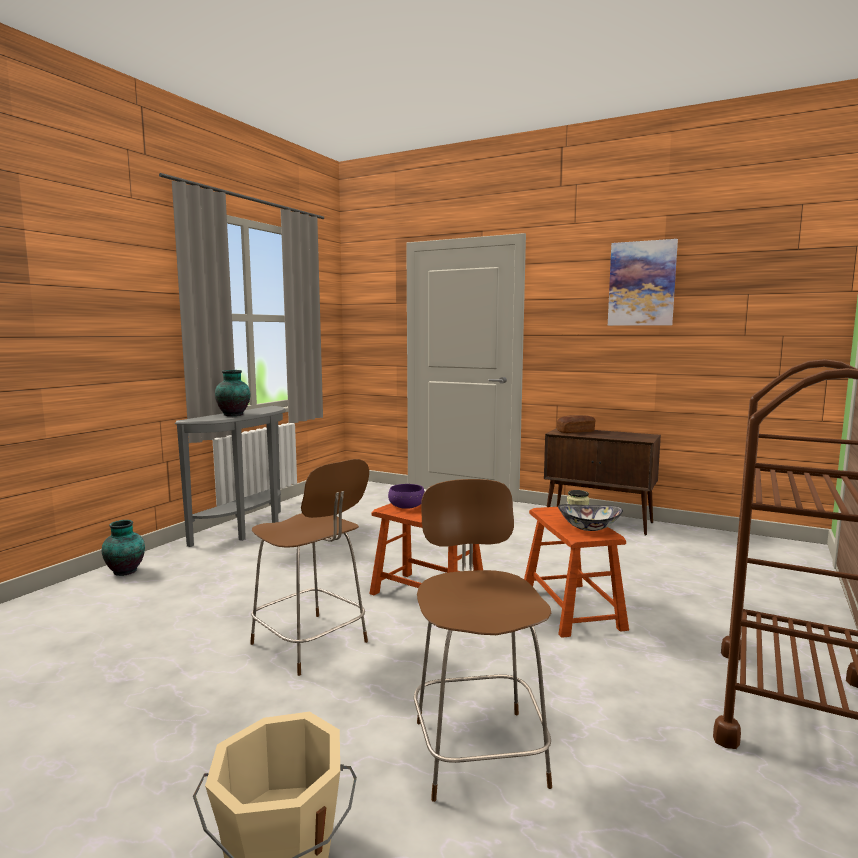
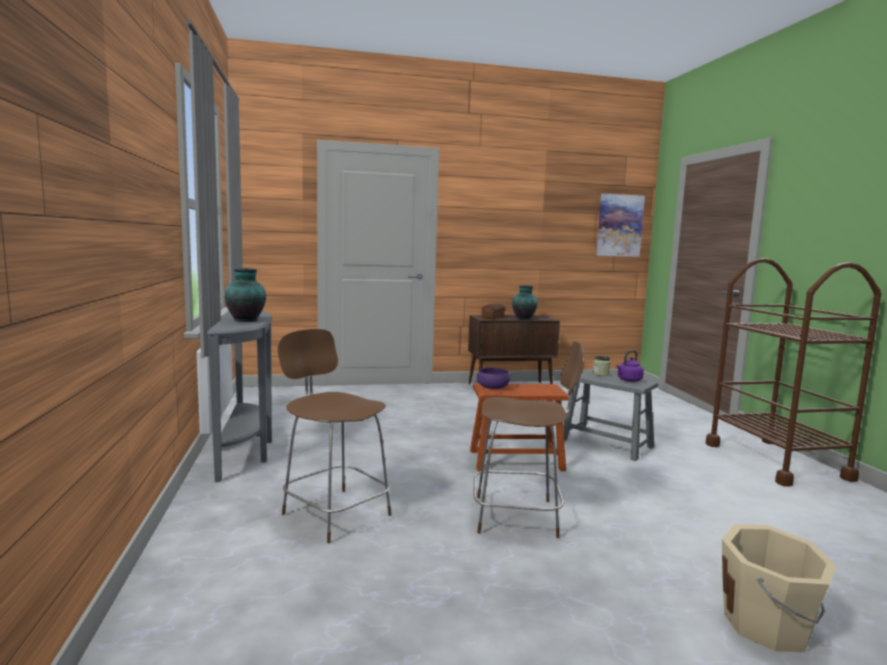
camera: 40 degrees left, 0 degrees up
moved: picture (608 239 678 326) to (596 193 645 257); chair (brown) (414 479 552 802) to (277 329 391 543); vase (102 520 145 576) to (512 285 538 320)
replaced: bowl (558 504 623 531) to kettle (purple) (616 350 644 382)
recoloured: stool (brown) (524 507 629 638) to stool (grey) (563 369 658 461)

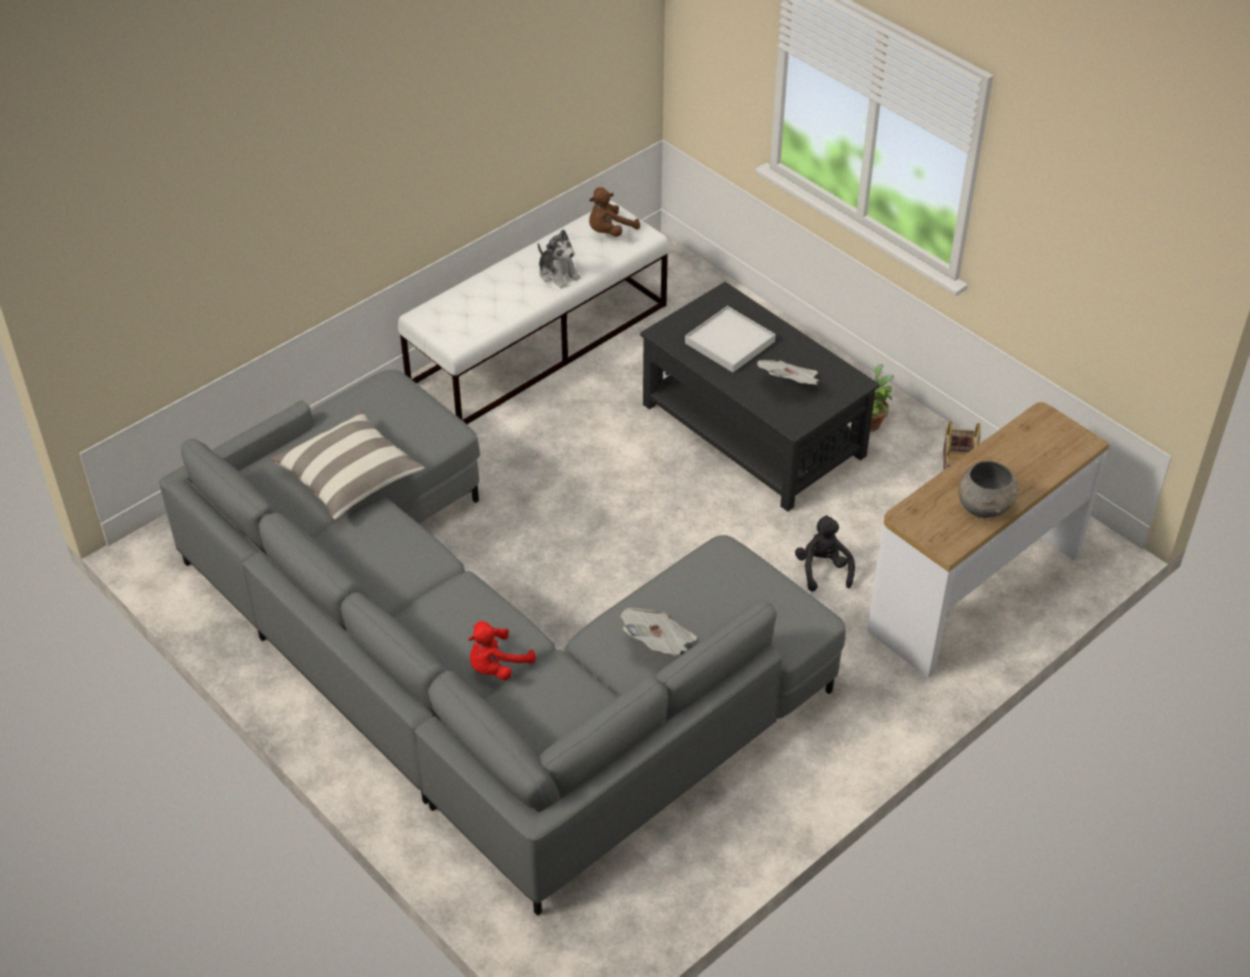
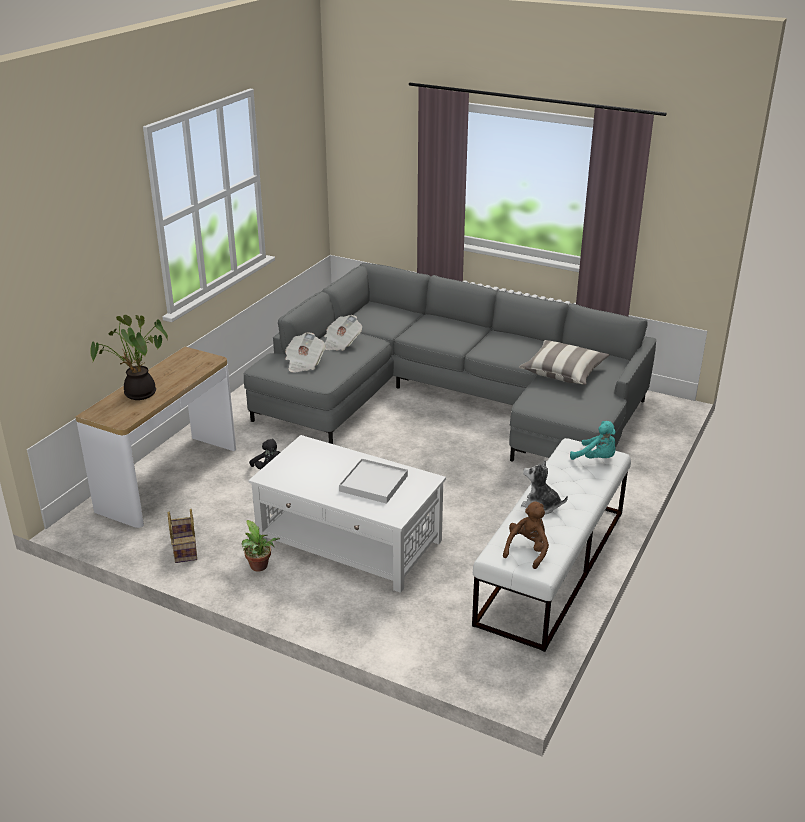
camera: 160 degrees right, 15 degrees down
removed: bowl (grey) (958 461 1018 518); plush toy (red) (468 621 536 680)
added: potted plant (90 315 168 400); plush toy (turquoise) (570 421 616 460)
moved: newspaper (757 360 819 385) to (285 332 325 372)
recoloured: coffee table (black) (640 282 880 512) to coffee table (white) (248 435 446 593)

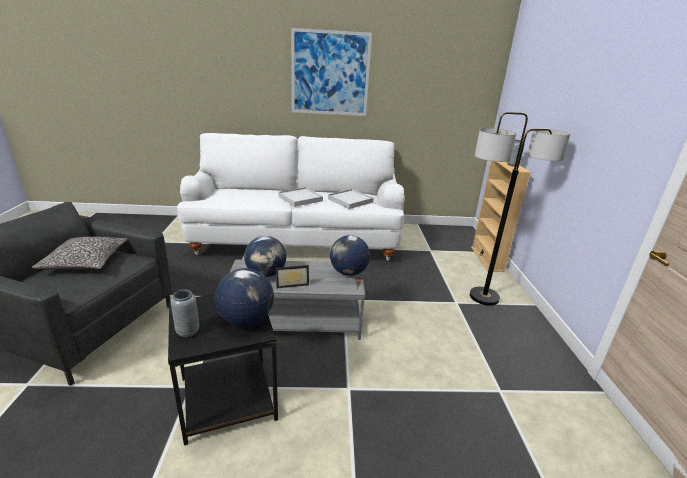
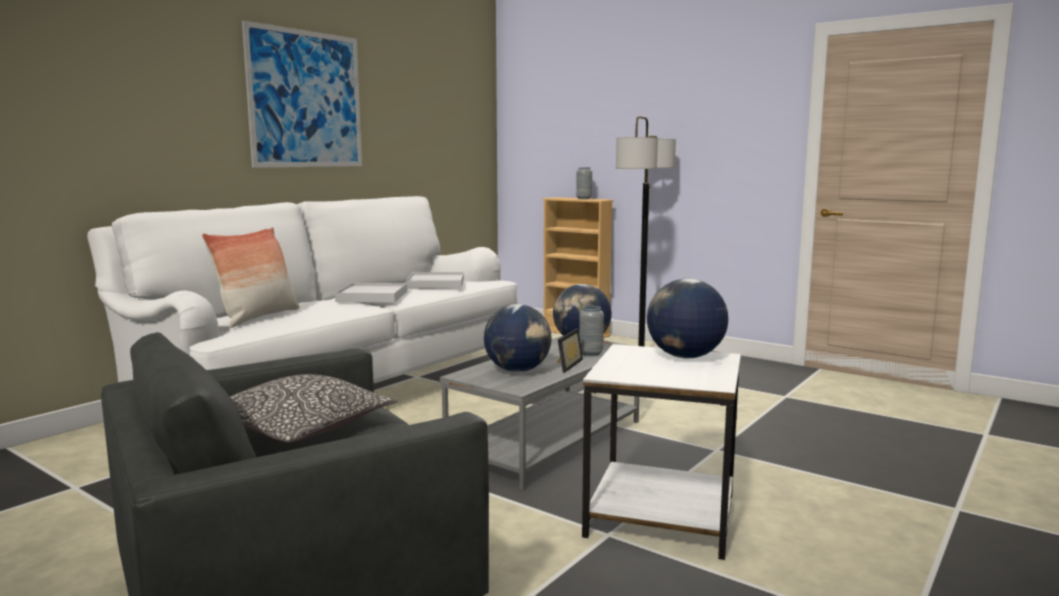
camera: 50 degrees left, 15 degrees down
added: pillow (202 227 299 328)
moved: vase (grey) (171 290 199 337) to (579 306 604 356)
recoloured: side table (black) (168 294 278 445) to side table (white) (582 344 741 560)

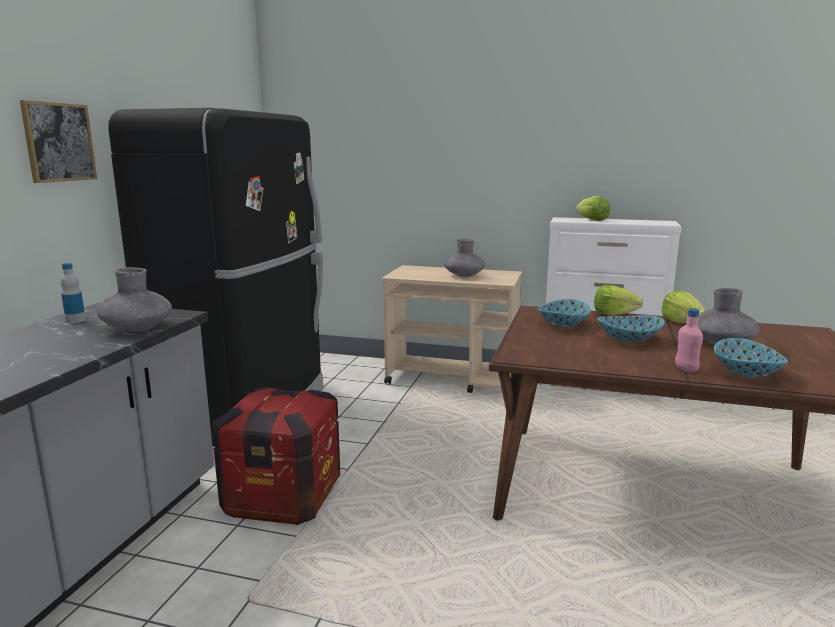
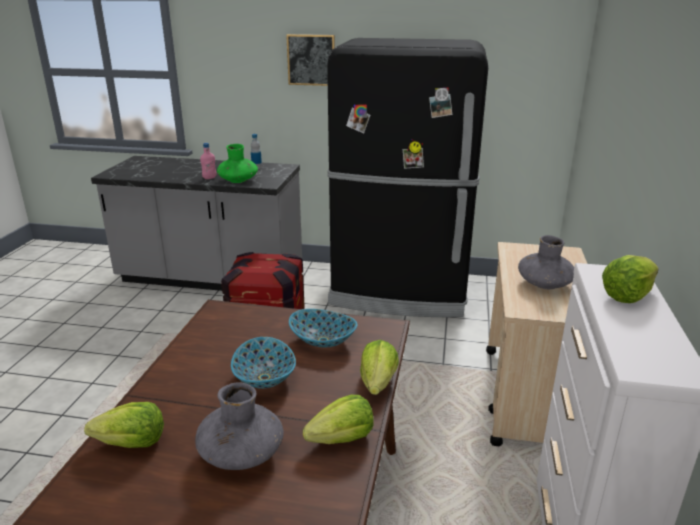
camera: 85 degrees right, 10 degrees up
moved: bottle (pink) (675 308 703 373) to (200 143 216 179)
replaced: bowl (714 338 788 378) to lettuce (84 402 164 448)
recoloured: vase (grey) (97 267 172 332) to vase (green) (217 144 258 183)

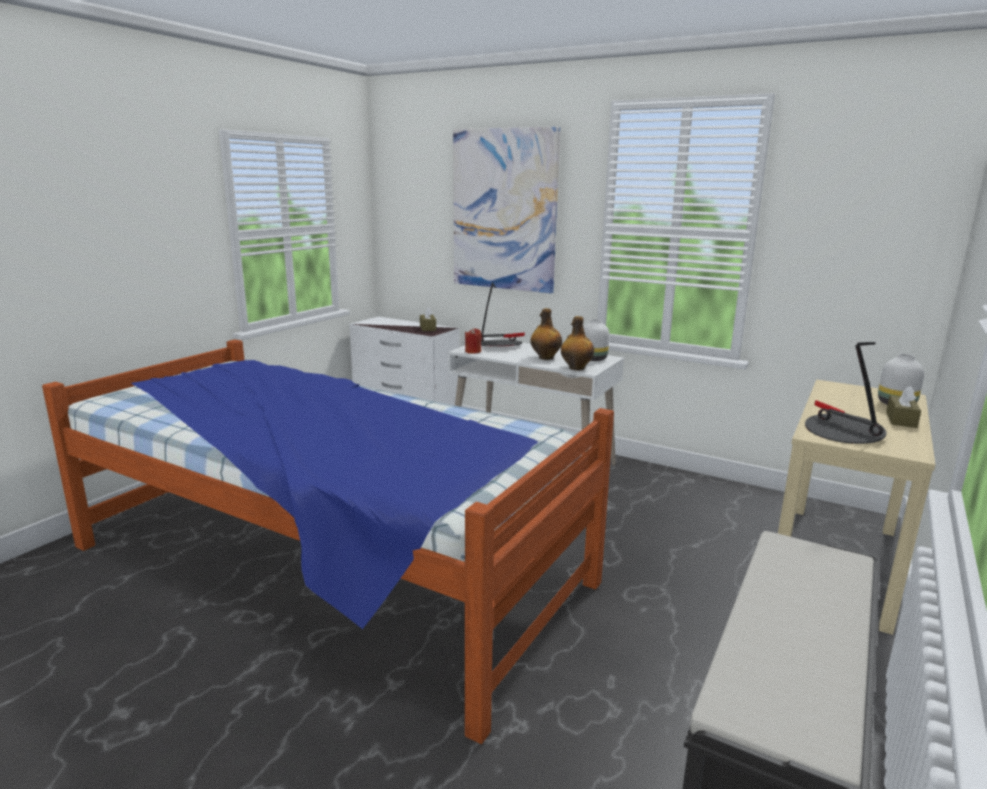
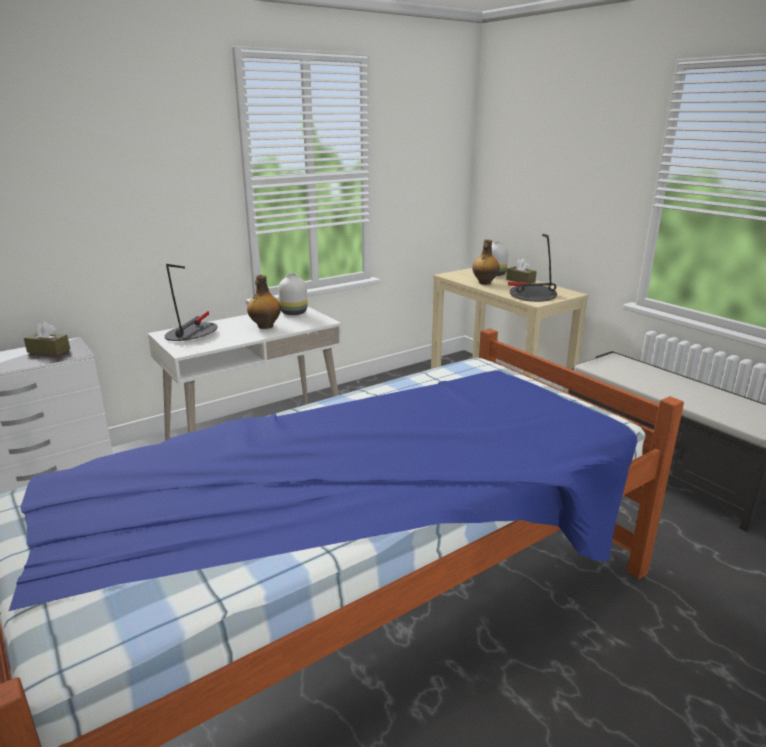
camera: 65 degrees left, 5 degrees up
removed: picture (453 127 560 293); candle (red) (465 328 482 354)
moved: bottle (561 316 594 370) to (472 239 500 285)

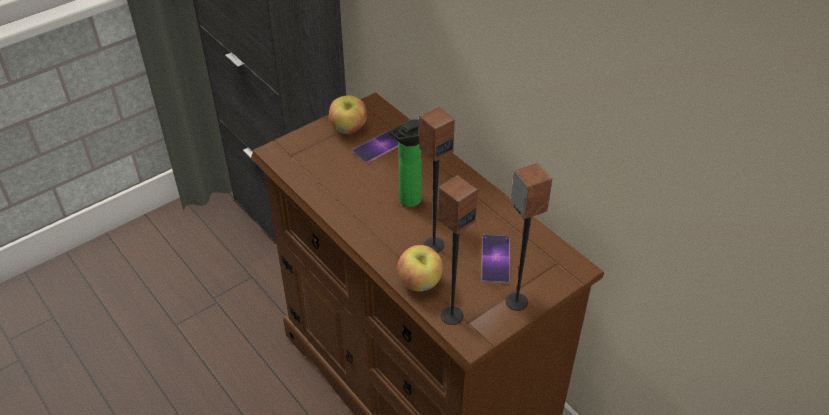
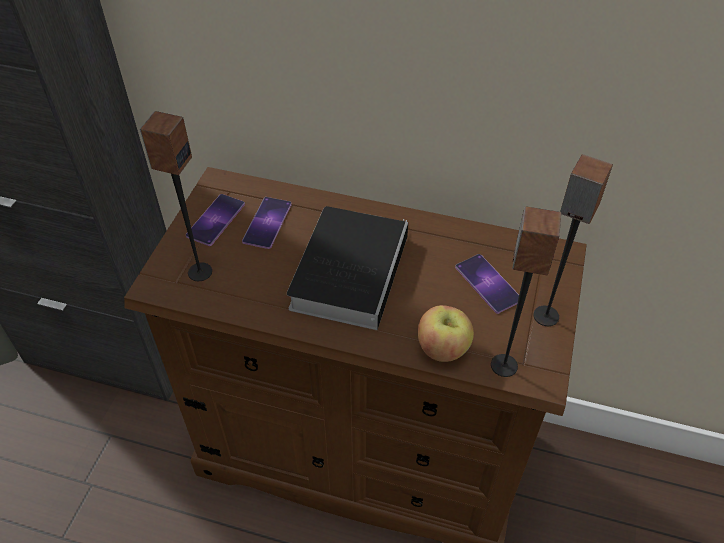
camera: 35 degrees left, 5 degrees up
moved: speaker (419 107 455 253) to (140 111 212 281)
replaced: apple (329 95 367 134) to phone (186 194 245 246); bottle (389 119 422 207) to book (287 206 408 330)

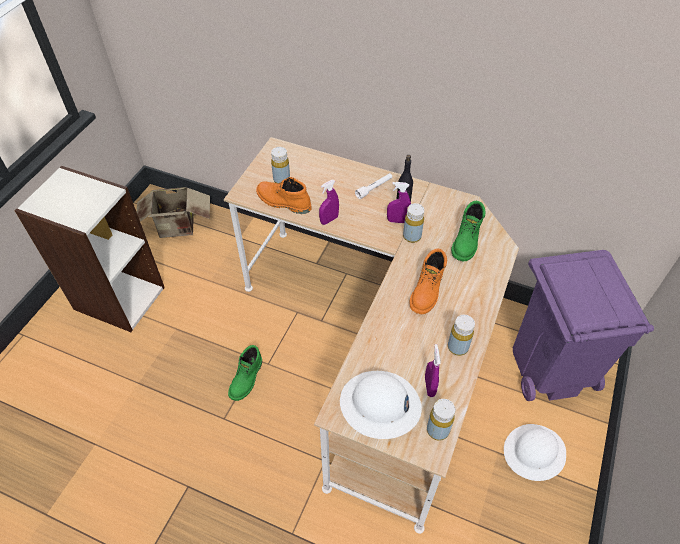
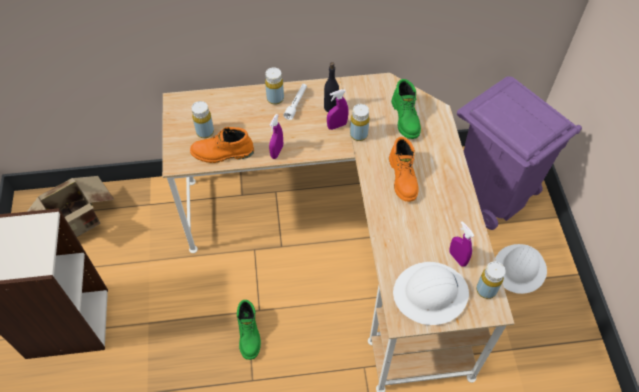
camera: 30 degrees left, 5 degrees up
moved: bottle (yellow) (448 315 475 356) to (265 67 284 105)

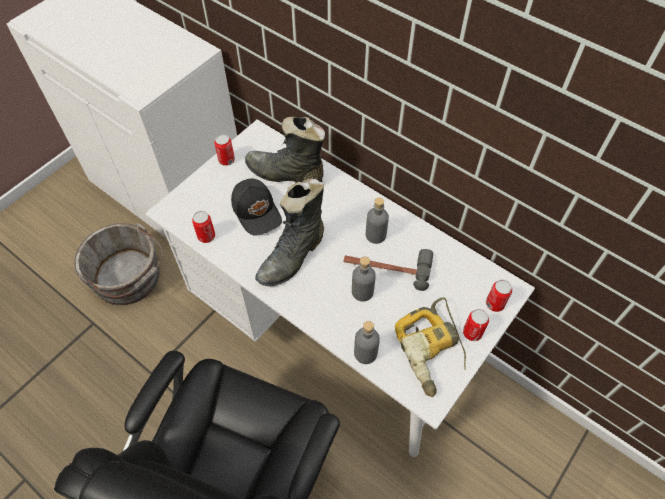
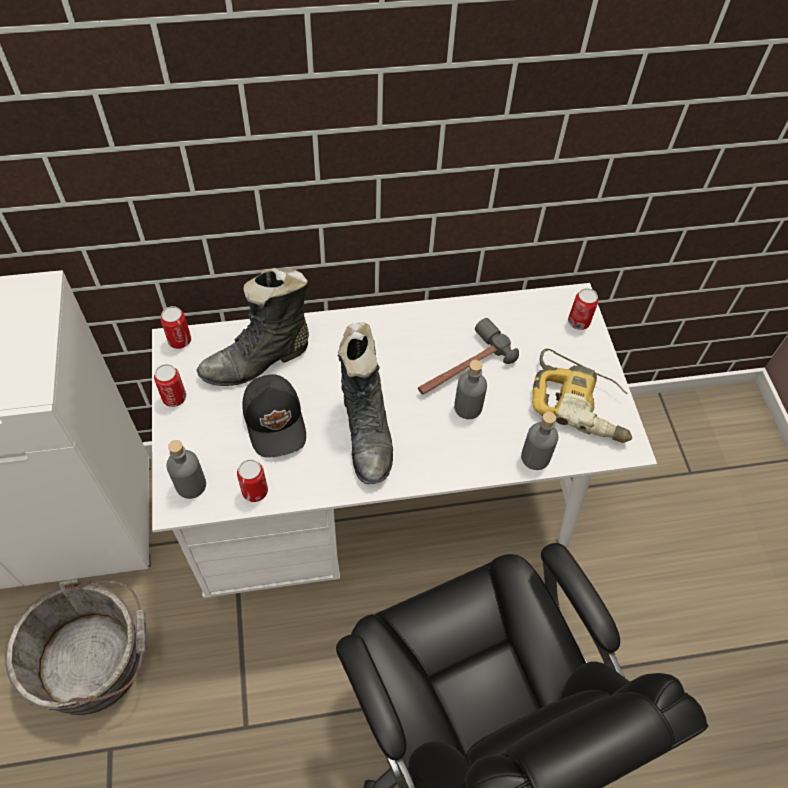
camera: 50 degrees left, 0 degrees up
moved: bottle (grey) (366 197 389 244) to (167 440 206 499); can (463 309 489 341) to (161 306 191 349)
turned: cap (black) (231 178 282 236) = (242 374 306 458) 60 degrees clockwise

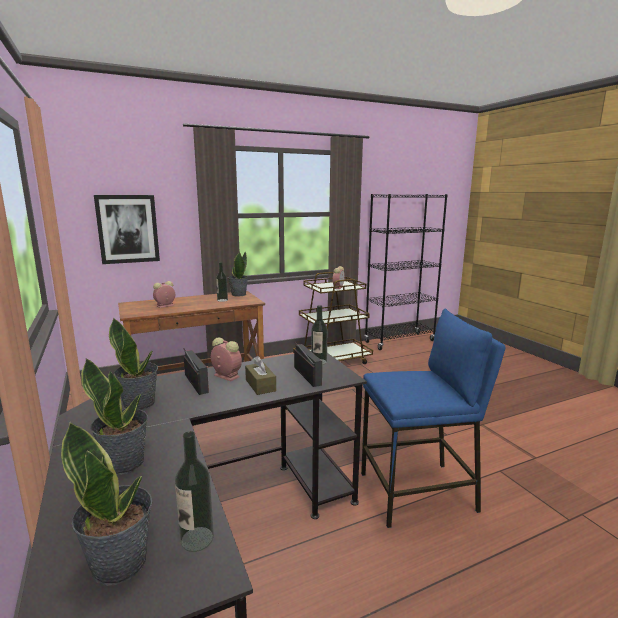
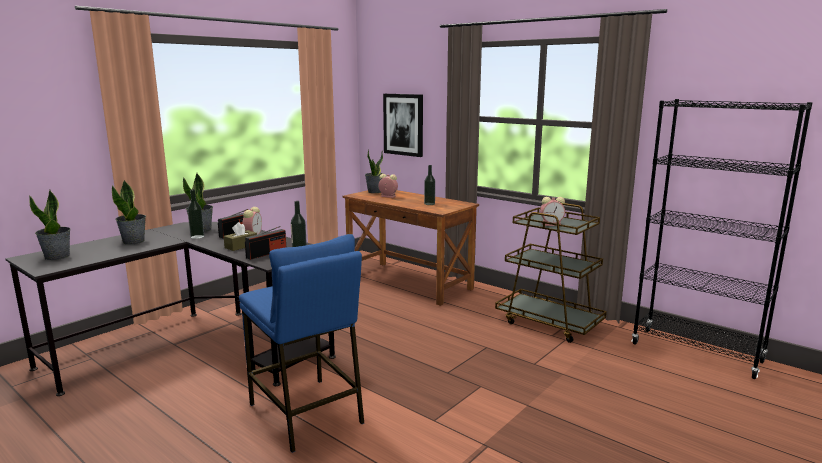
camera: 65 degrees right, 0 degrees up
moved: potted plant (228 251 248 296) to (365 149 383 193); bottle (175 431 214 552) to (188 189 204 239)

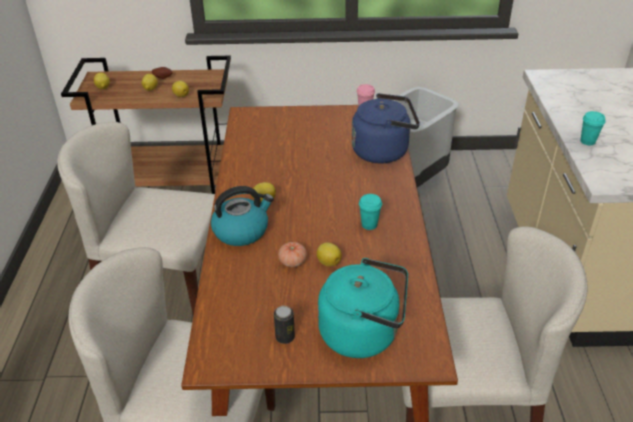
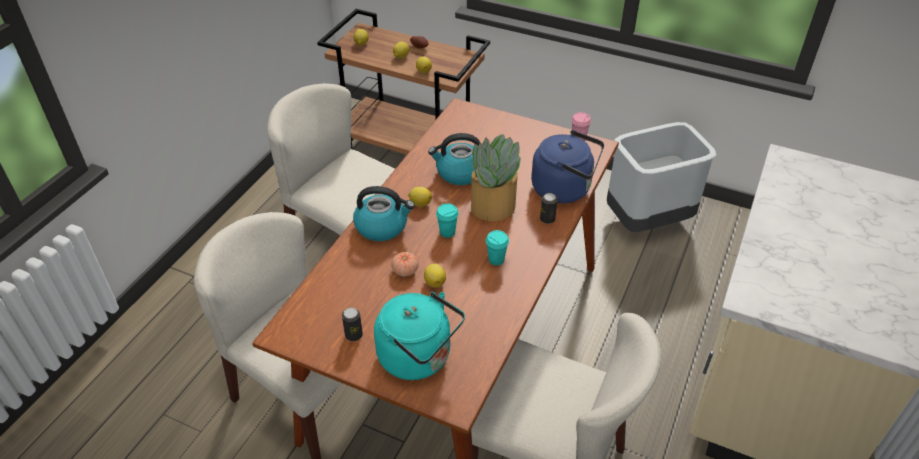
camera: 25 degrees right, 5 degrees up
added: kettle (428 133 480 185); potted plant (465 134 521 221); can (540 193 558 224)
moved: cup (turquoise) (580 111 606 145) to (436 203 459 238)

